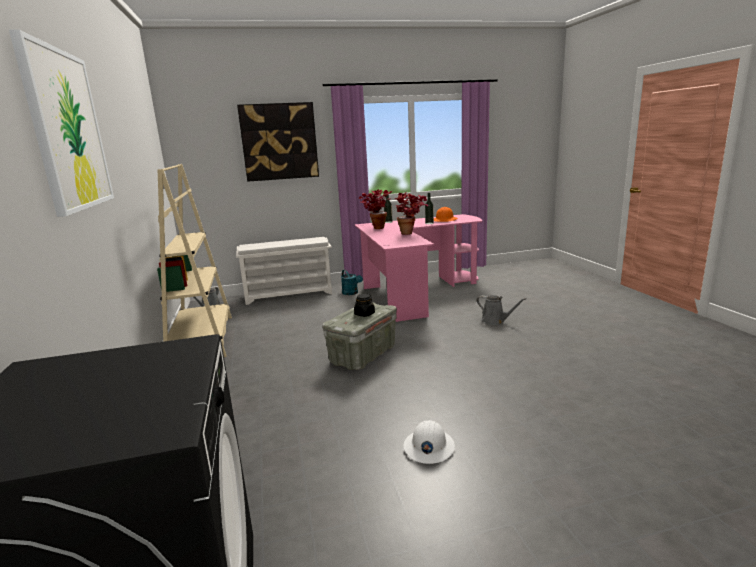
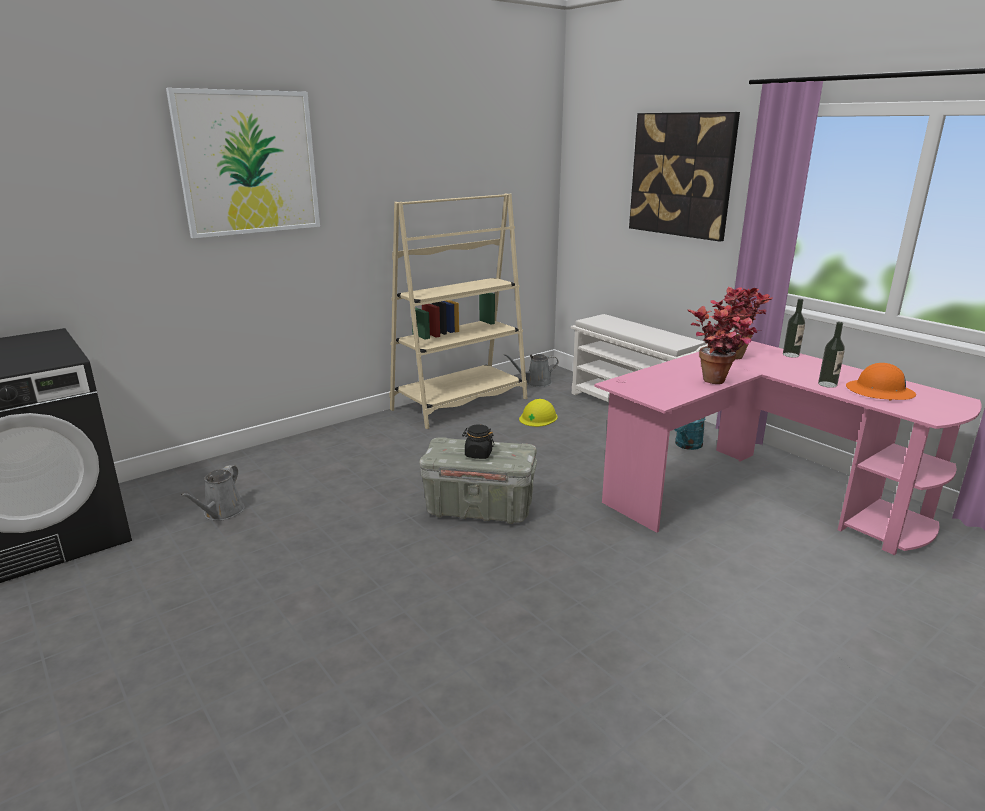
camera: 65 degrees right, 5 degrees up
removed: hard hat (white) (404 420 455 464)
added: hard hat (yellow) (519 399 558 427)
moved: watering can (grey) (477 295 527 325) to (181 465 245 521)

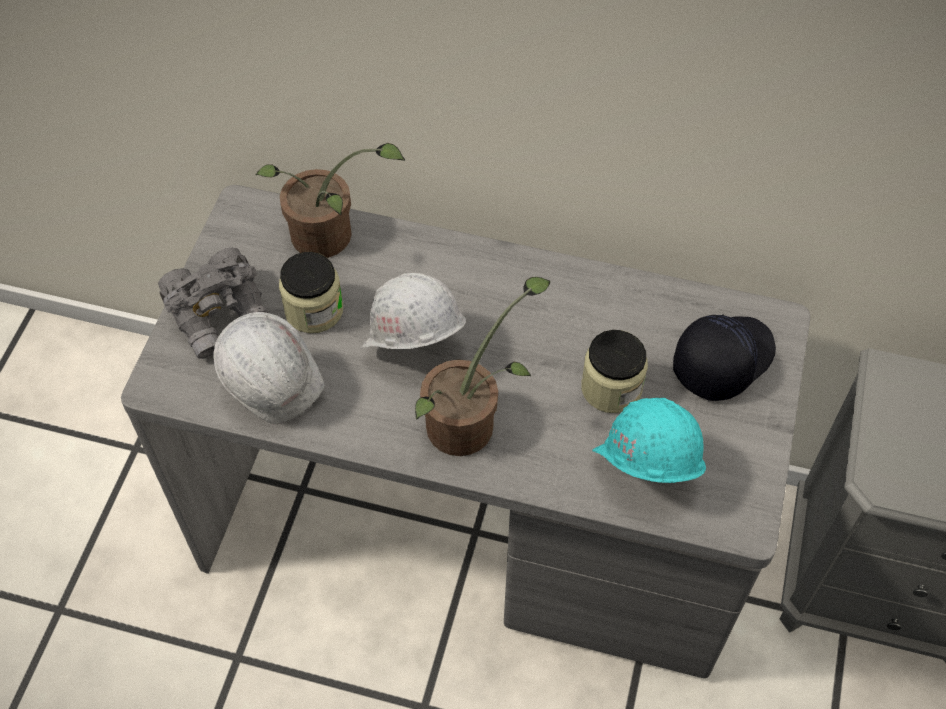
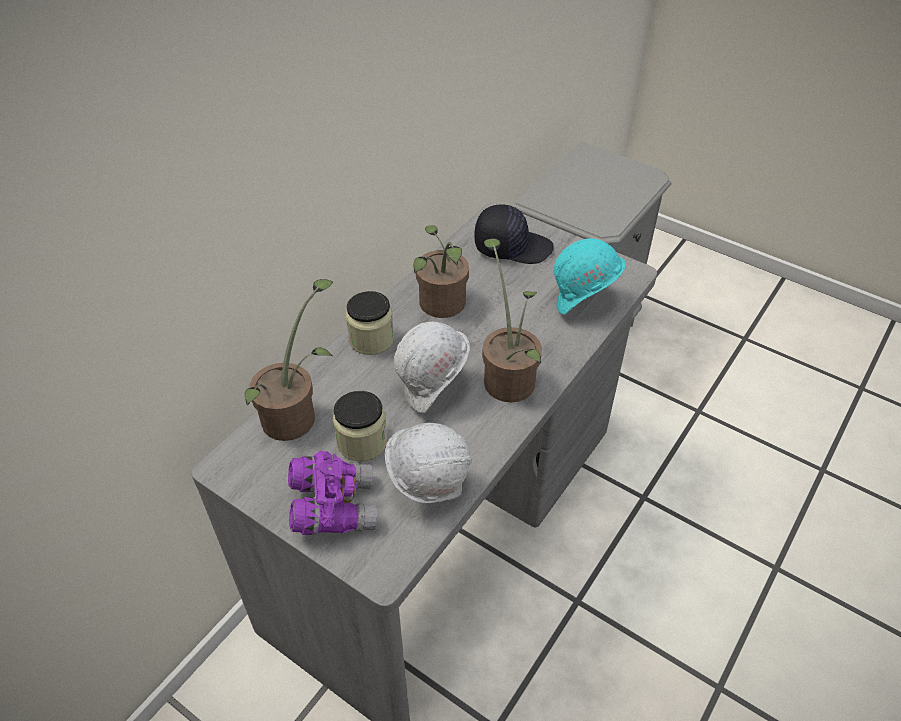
camera: 70 degrees left, 10 degrees down
added: potted plant (414 225 469 318)
moved: jar (581 330 648 413) to (346 291 394 355)
recoloured: binoculars (grey) (158 247 268 359) to binoculars (purple) (288 451 377 535)
turned: cap (black) (673 314 776 401) = (474 204 554 264) 120 degrees clockwise

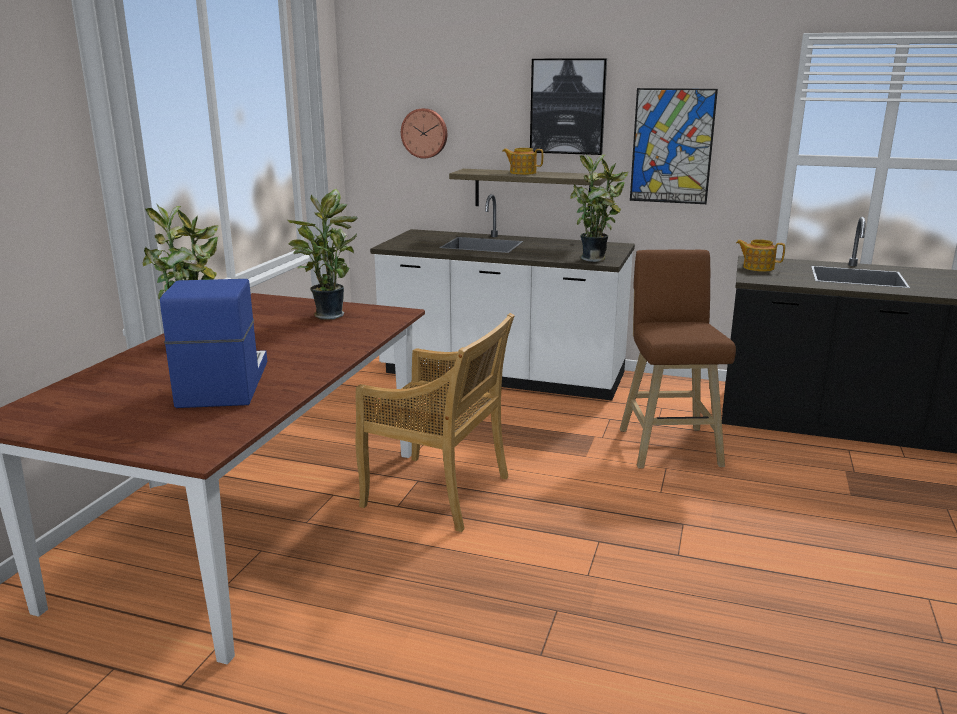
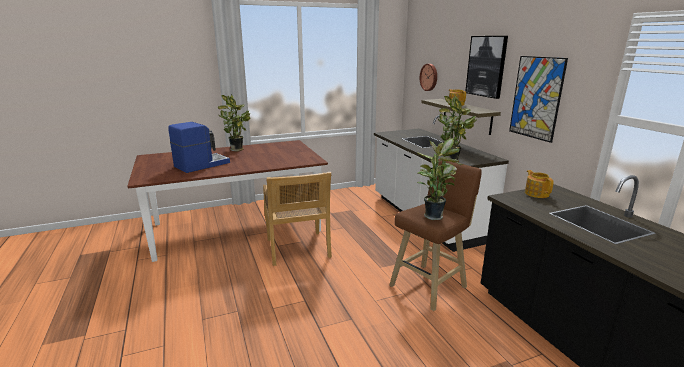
camera: 50 degrees right, 0 degrees up
moved: potted plant (287 189 358 319) to (417 138 463 220)

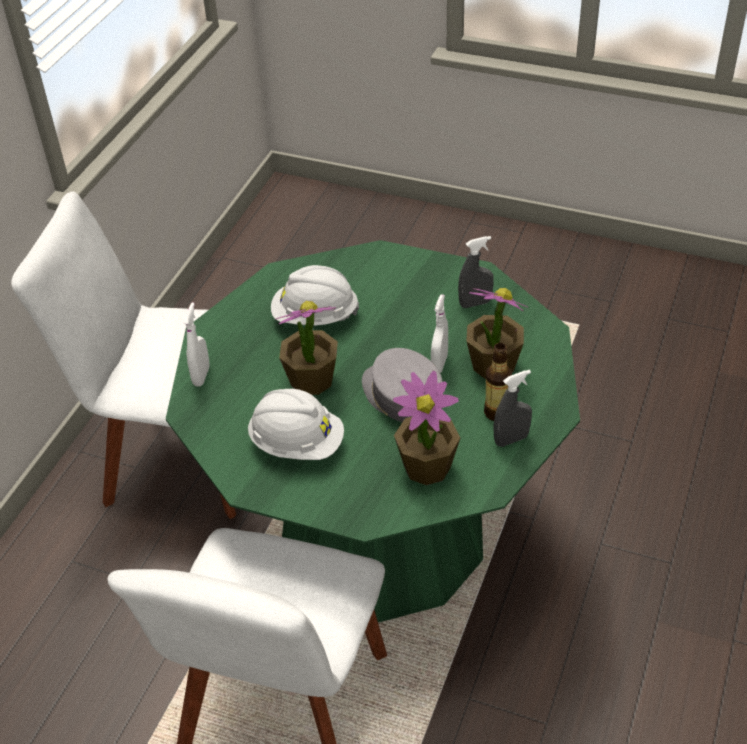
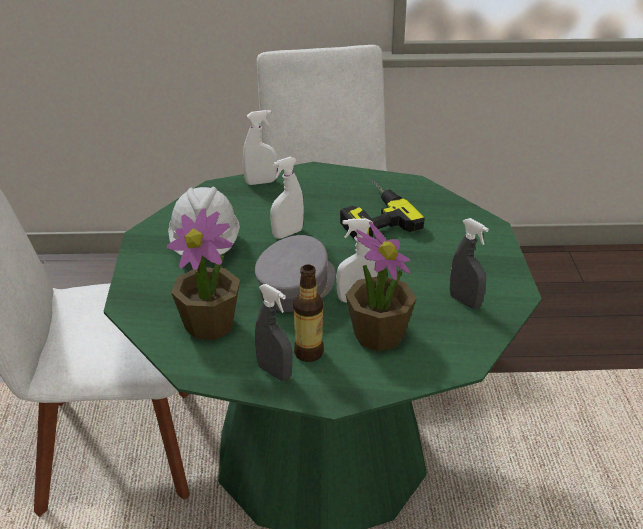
camera: 65 degrees right, 10 degrees down
replaced: hard hat (white) (271 265 359 326) to power drill (340 179 425 238); potted plant (276 301 338 395) to spray bottle (white) (270 156 304 239)

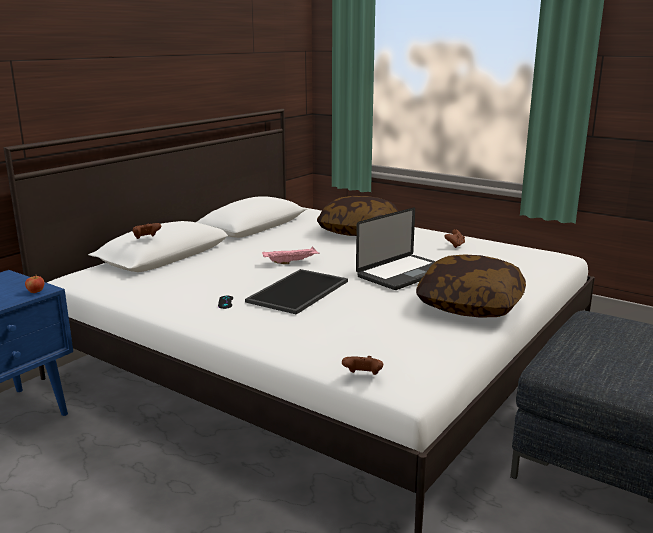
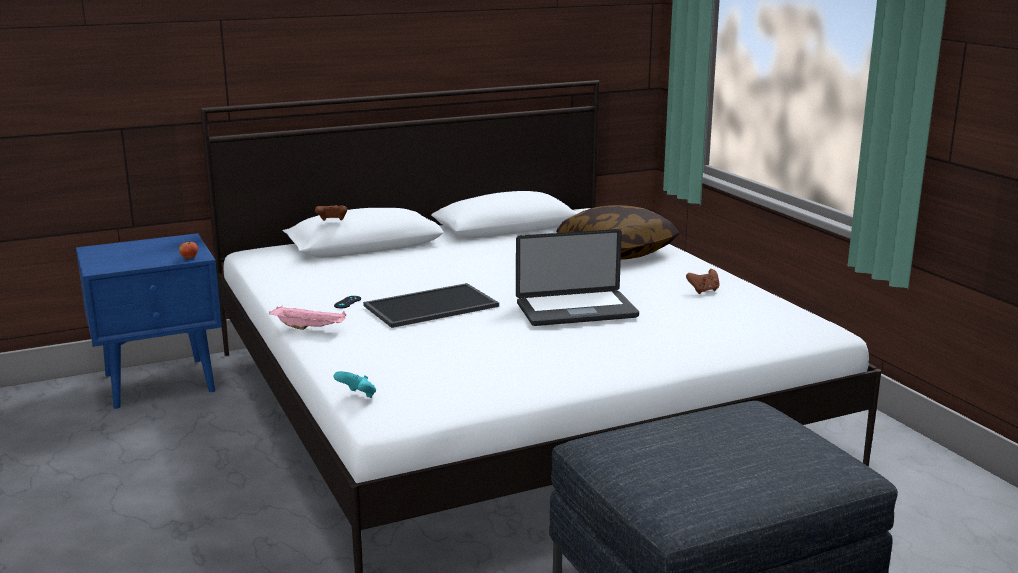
camera: 30 degrees right, 0 degrees up
removed: pillow (416 254 526 318)
moved: tray (pink) (262 247 320 264) to (269 306 346 330)
recoloured: game controller (brown) (342 356 383 375) to game controller (turquoise) (334 371 376 398)

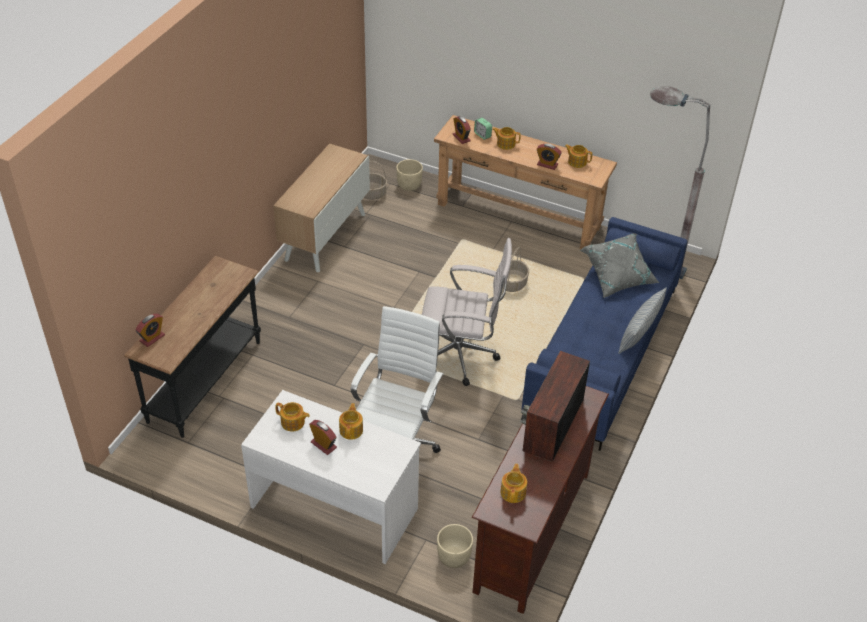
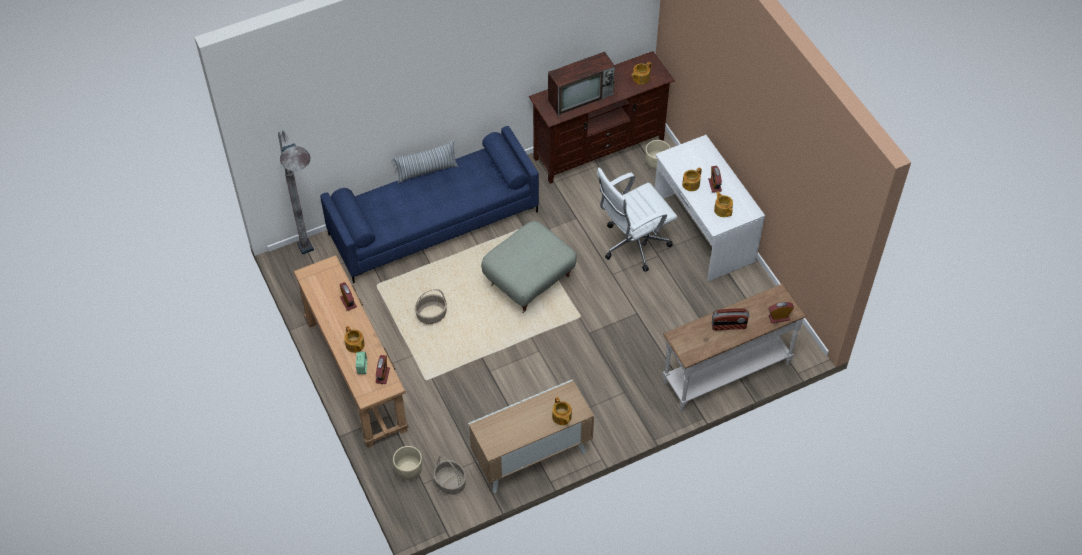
camera: 140 degrees left, 10 degrees up
removed: pillow (grey) (579 233 660 298)
added: radio (712 309 750 330)
moved: teapot (565 144 592 168) to (552 397 572 425)
replaced: office chair (white) (422 238 512 386) to ottoman (grey) (481 221 577 313)
recoloured: console table (black) (124 256 261 438) to console table (white) (663 283 806 412)

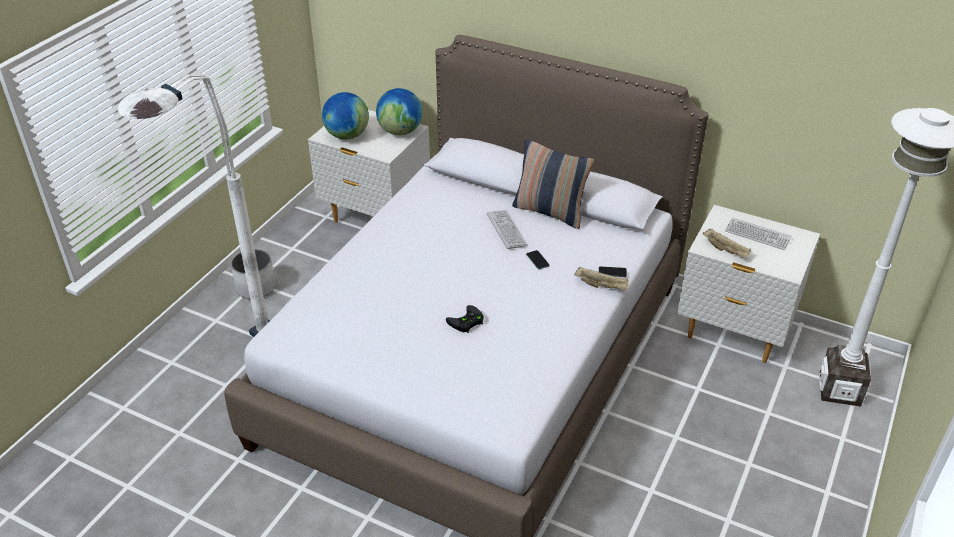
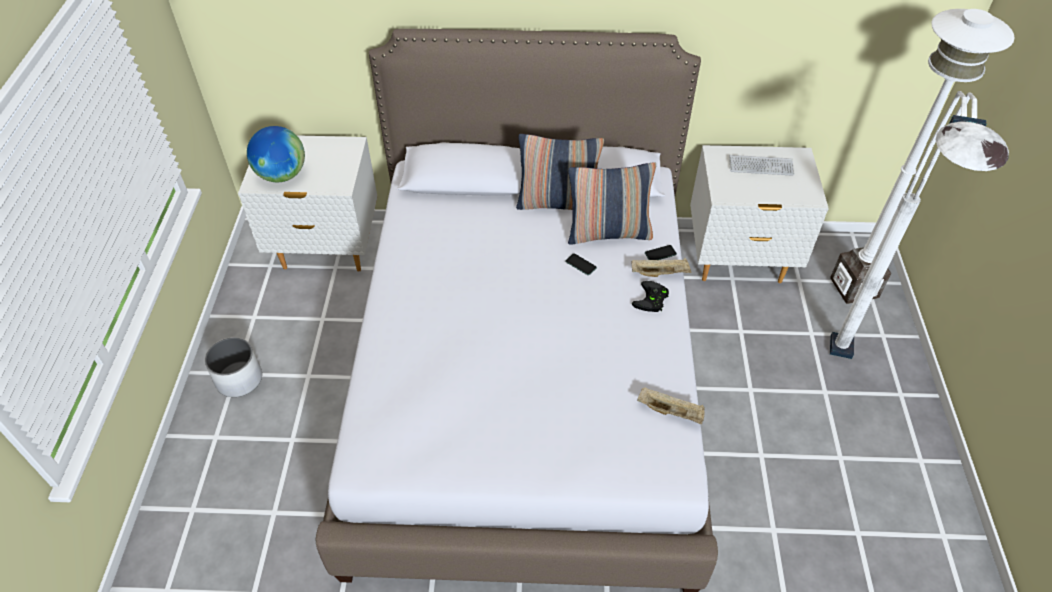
camera: 25 degrees left, 10 degrees up
removed: globe (376 88 423 135); keyboard (487 210 528 249)
added: pillow (568 162 656 245)
moved: floor lamp (white) (118 74 270 337) to (830 91 1009 359); tray (beige) (703 229 751 258) to (637 387 705 424); game controller (black) (446 305 484 333) to (632 281 669 312)

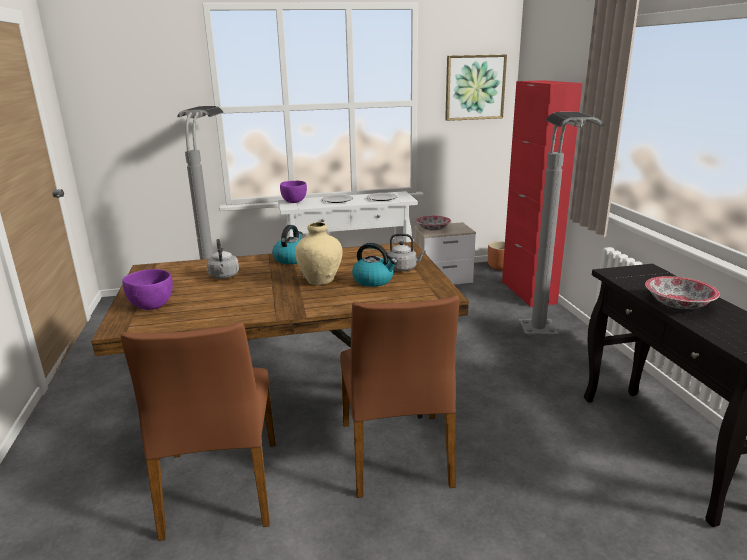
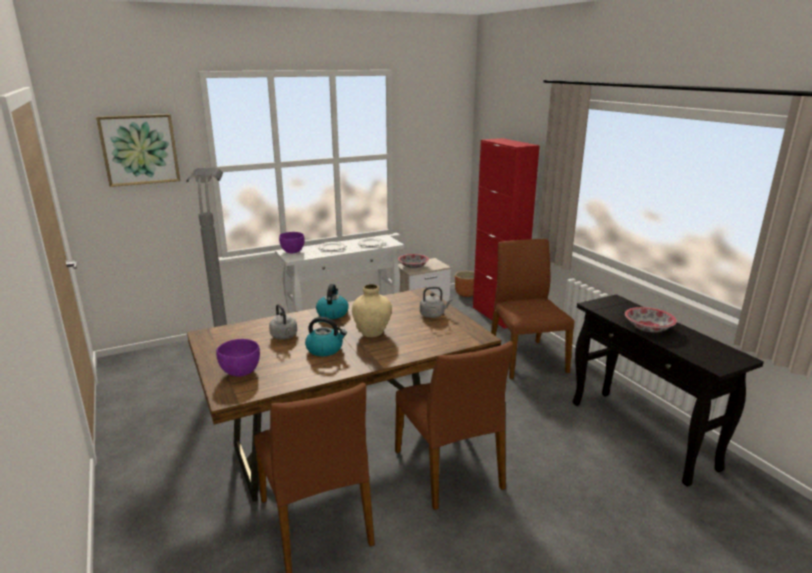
camera: 15 degrees left, 0 degrees up
moved: picture (445 55 507 121) to (96 114 180 187); kettle (352 243 398 287) to (305 317 347 356)
replaced: floor lamp (grey) (519 112 604 336) to chair (brown) (491 239 574 379)

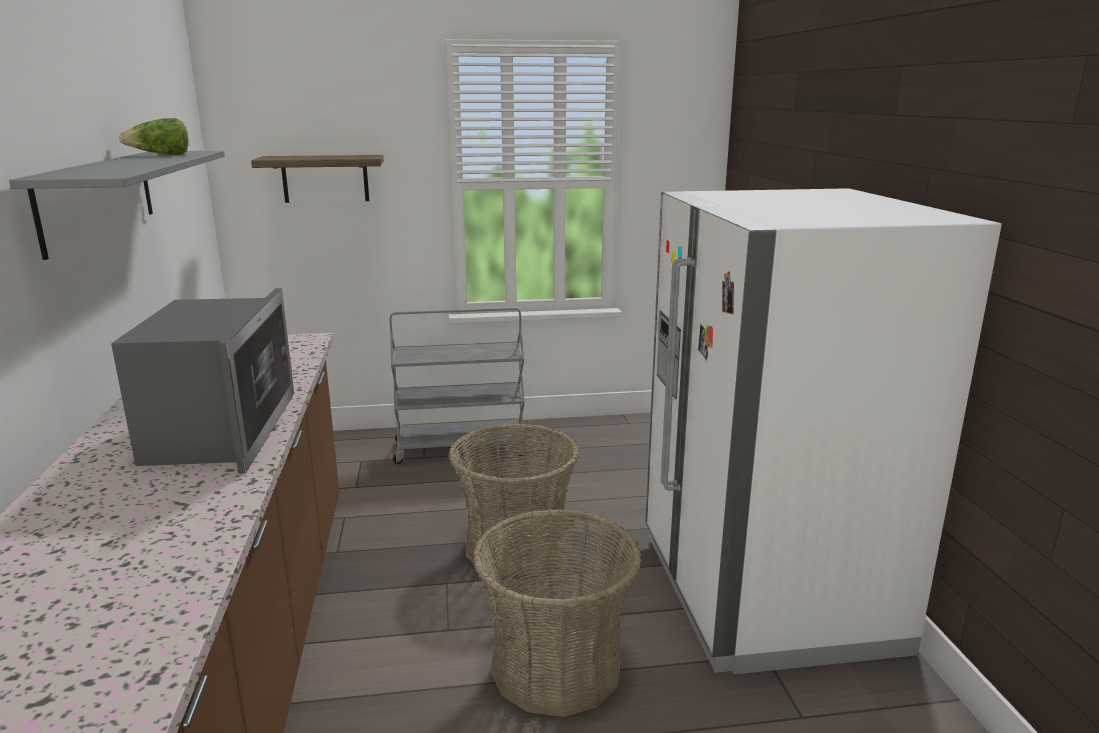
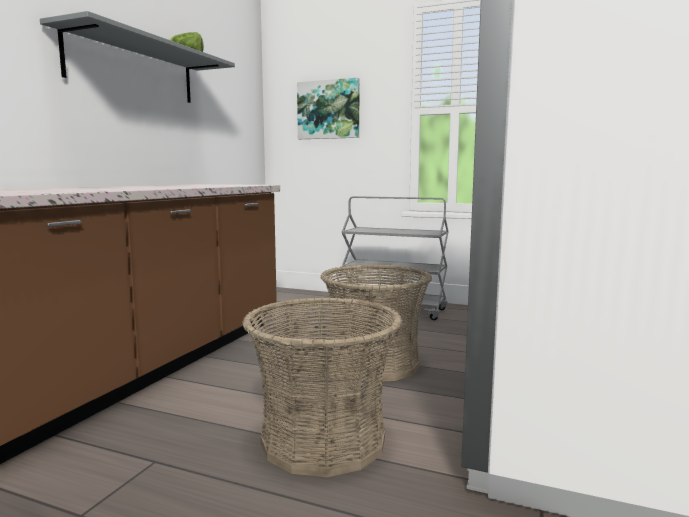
camera: 30 degrees right, 10 degrees down
removed: microwave (111 288 294 473)
replaced: shelf (251 155 384 203) to picture (297 78 360 139)

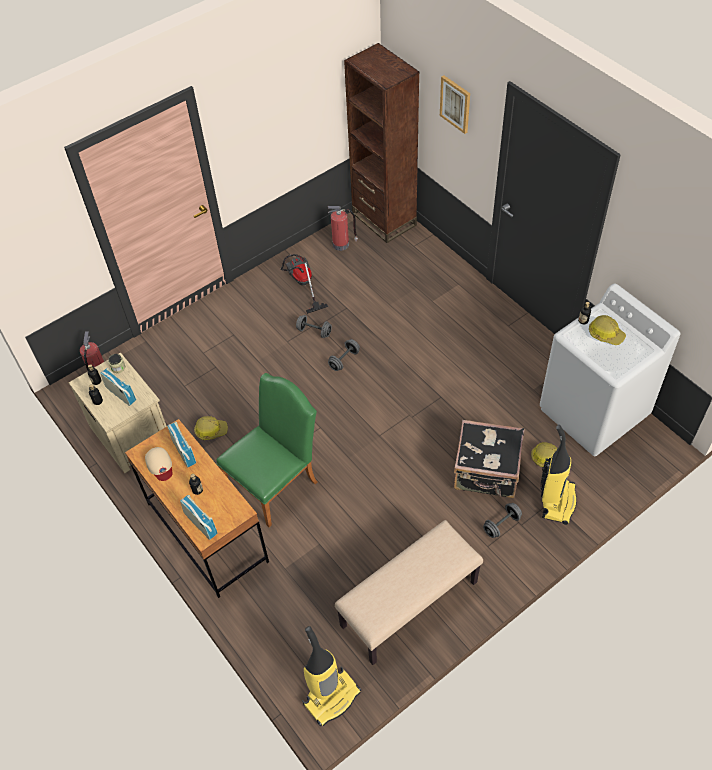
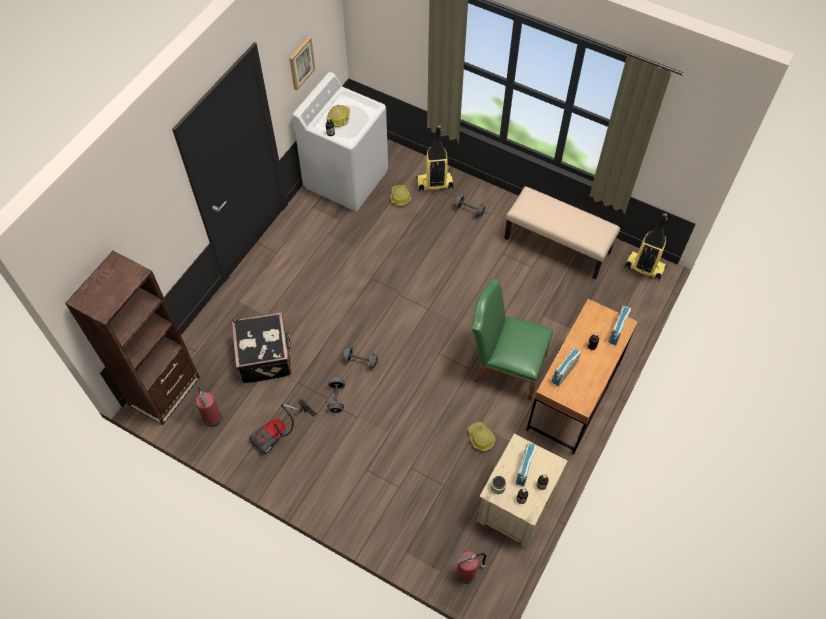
camera: 115 degrees left, 5 degrees up
removed: cap (beige) (145 447 173 481)
moved: picture (440 75 470 134) to (289 37 315 91); suitcase (black) (454 420 524 498) to (232 313 292 384)

